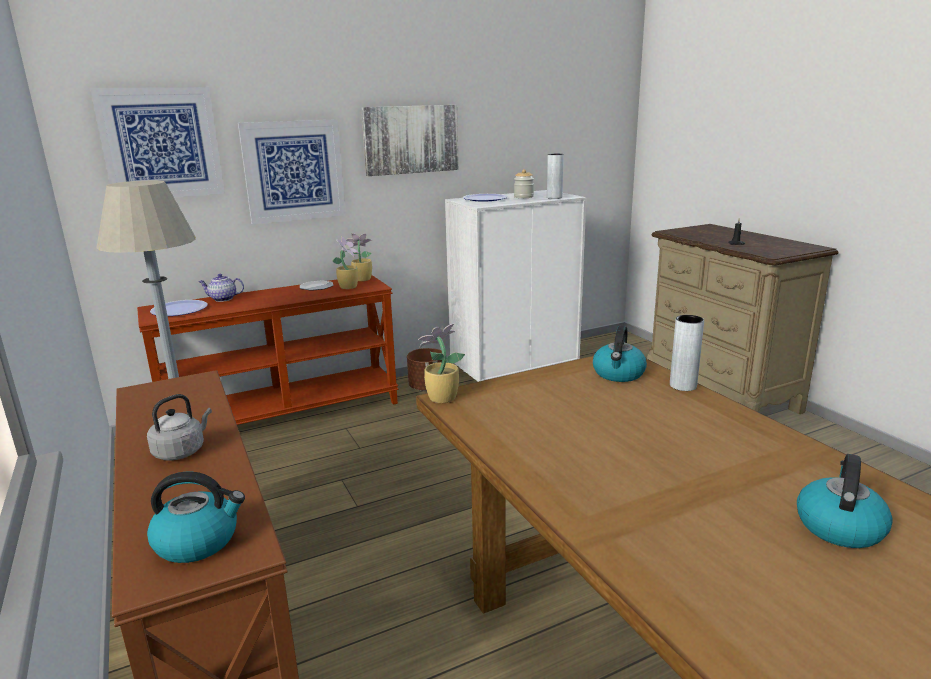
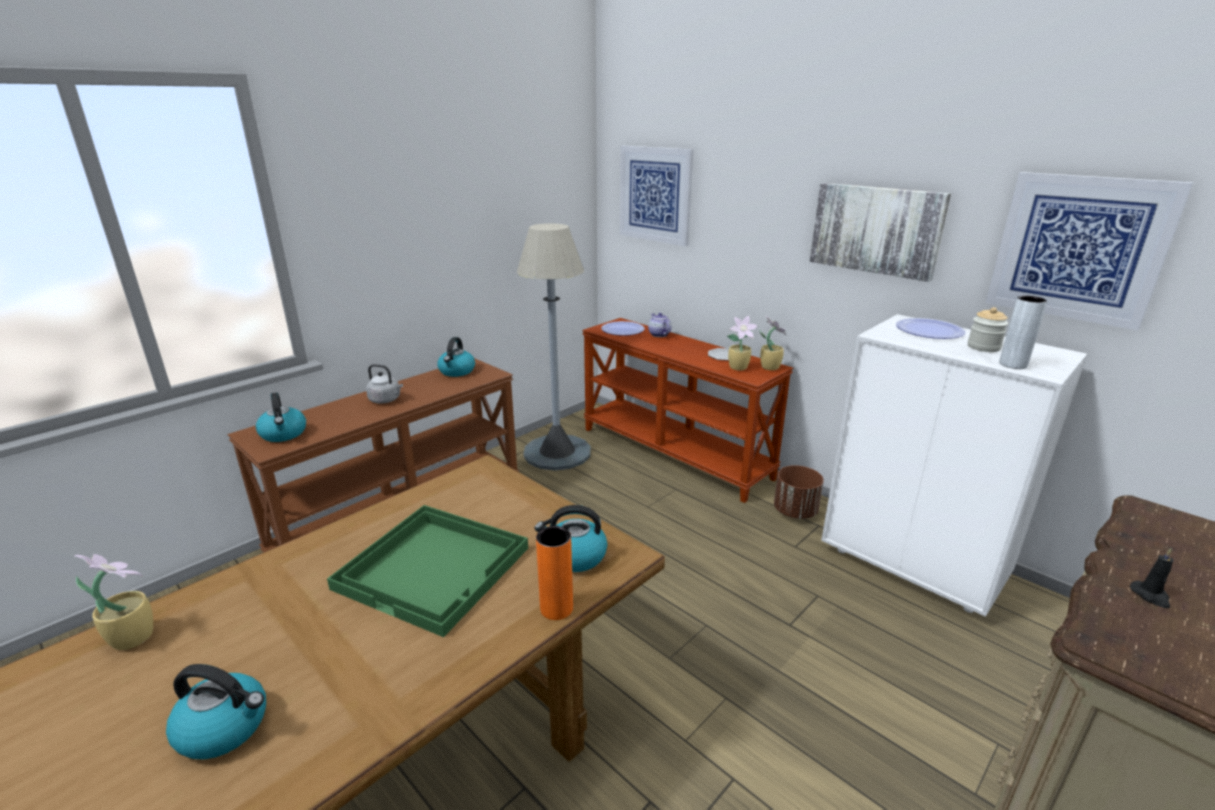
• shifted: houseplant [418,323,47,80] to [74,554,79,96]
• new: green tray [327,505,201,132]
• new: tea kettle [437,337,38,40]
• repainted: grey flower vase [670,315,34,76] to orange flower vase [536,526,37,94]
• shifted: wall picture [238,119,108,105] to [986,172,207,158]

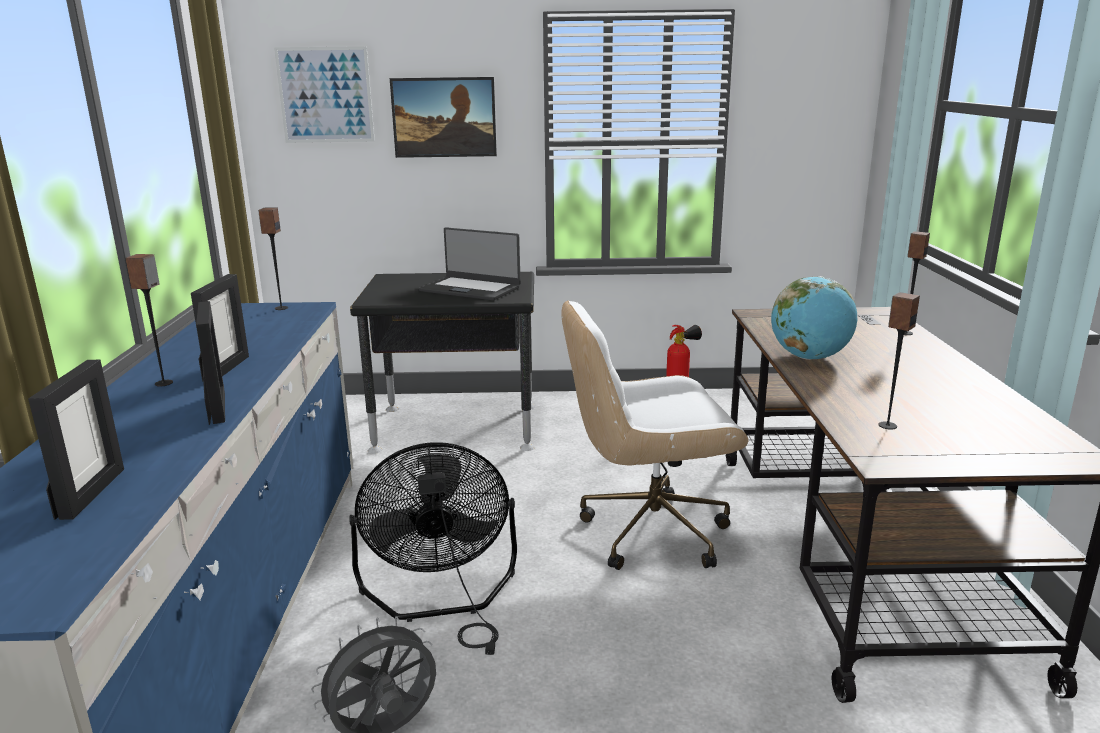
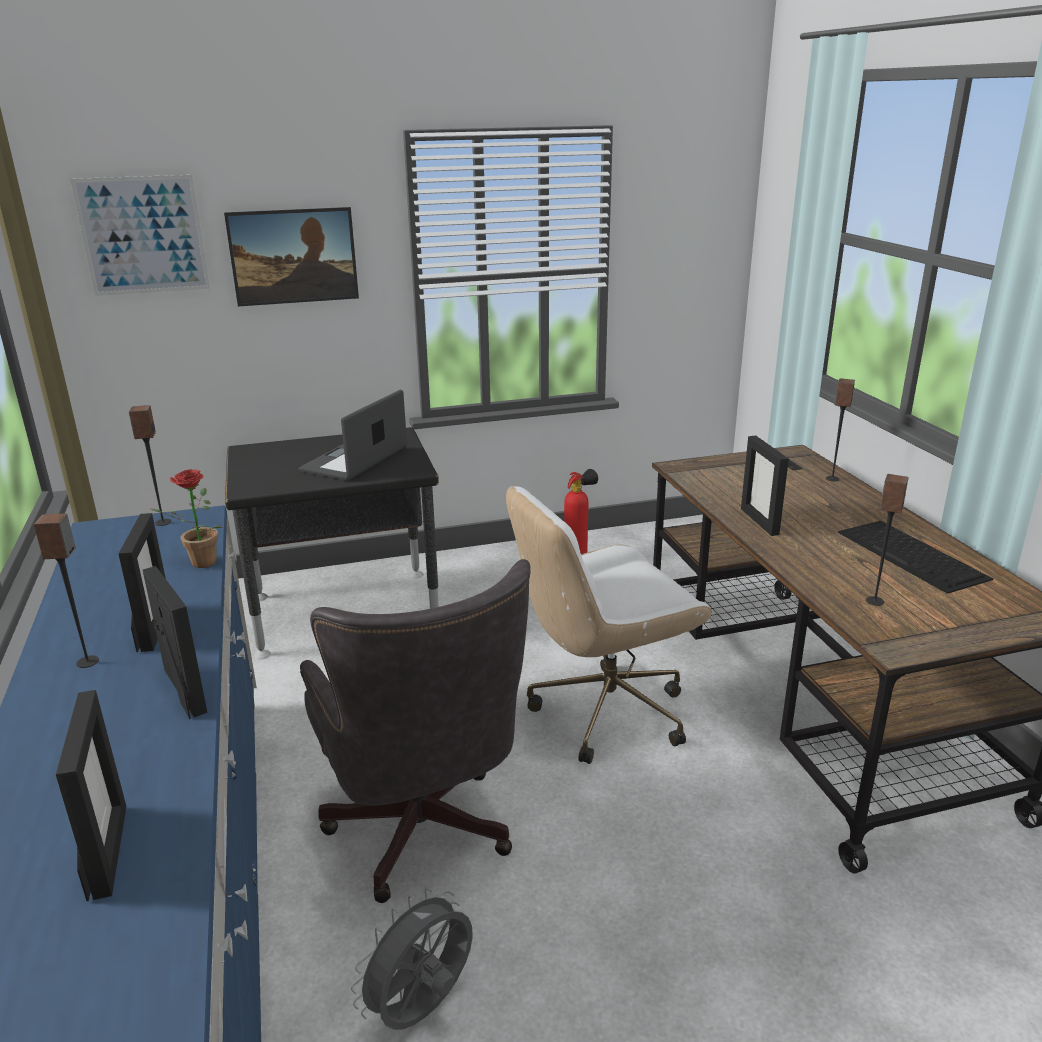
• new: houseplant [150,469,72,99]
• rotated: notebook computer [419,227,102,74] = [298,390,109,91] 105 degrees clockwise
• swapped: black electric fan [349,442,168,213] to grey office chair [300,559,231,344]
• swapped: world globe [771,276,86,84] to photo frame [741,436,48,100]
• new: keyboard [838,521,155,73]

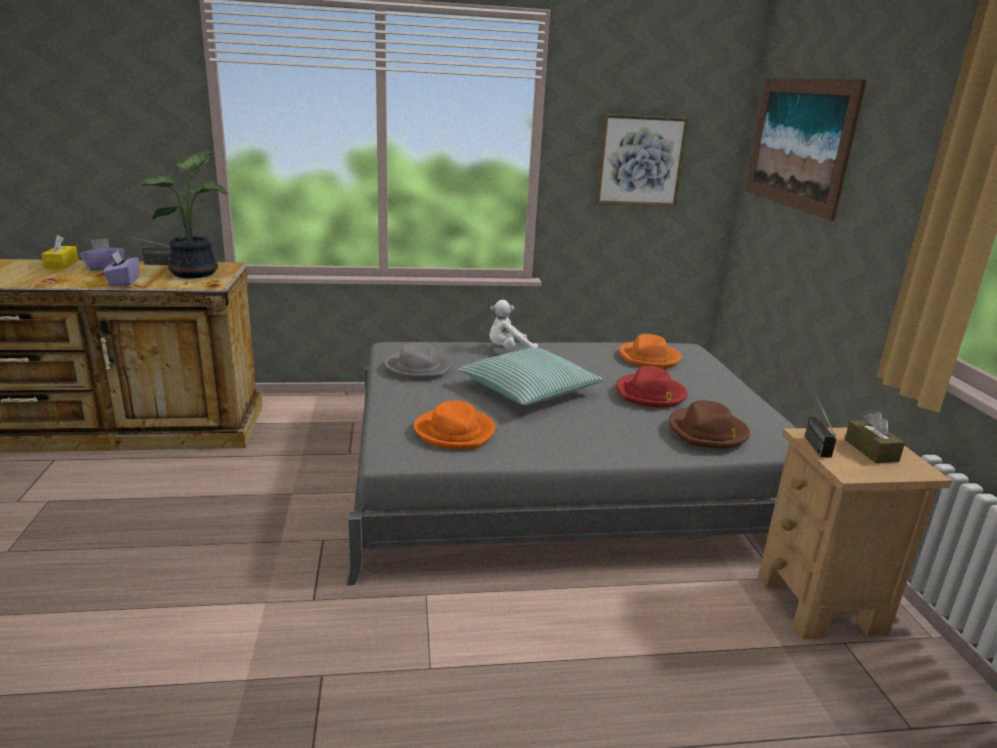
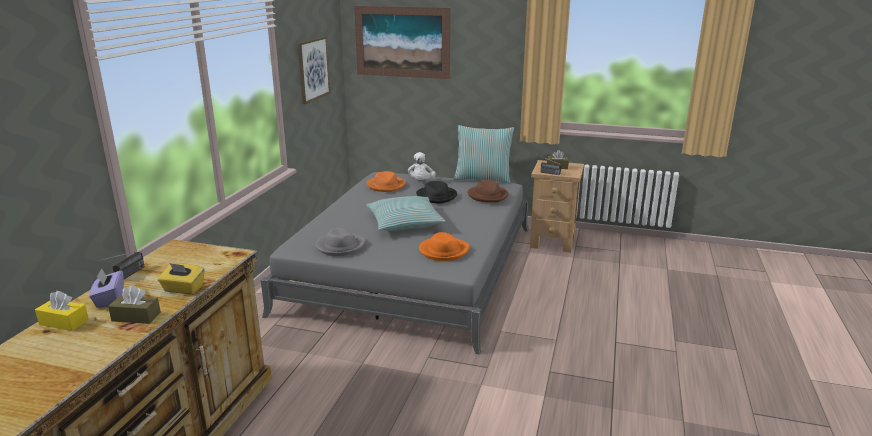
• new: brown-coloured tissue box [108,286,53,38]
• repainted: purple-coloured tissue box [103,251,36,35] to yellow tissue box [158,263,47,31]
• shifted: white-coloured soft toy [489,300,49,49] to [408,152,28,28]
• repainted: red-coloured clothing hat [616,366,72,42] to black clothing hat [416,181,41,23]
• new: cushion [454,125,60,59]
• gone: houseplant [137,150,90,128]

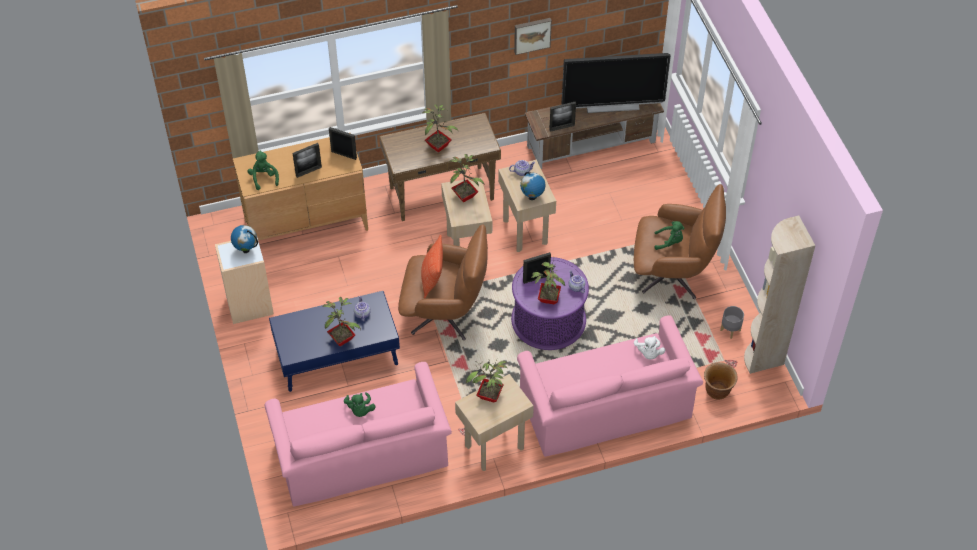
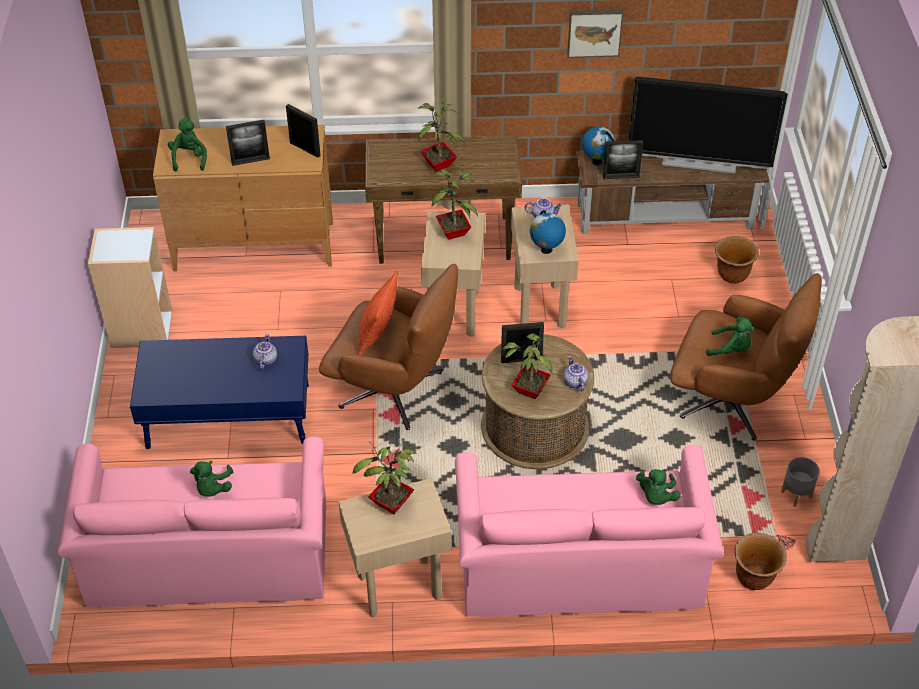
• repainted: purple-coloured low table [511,257,78,93] to brown-coloured low table [481,334,113,135]
• shifted: world globe [231,225,27,28] to [582,126,33,39]
• repainted: white-coloured soft toy [634,336,31,24] to green soft toy [636,469,45,36]
• new: brown-coloured flower pot [715,236,44,48]
• gone: houseplant [322,297,39,49]

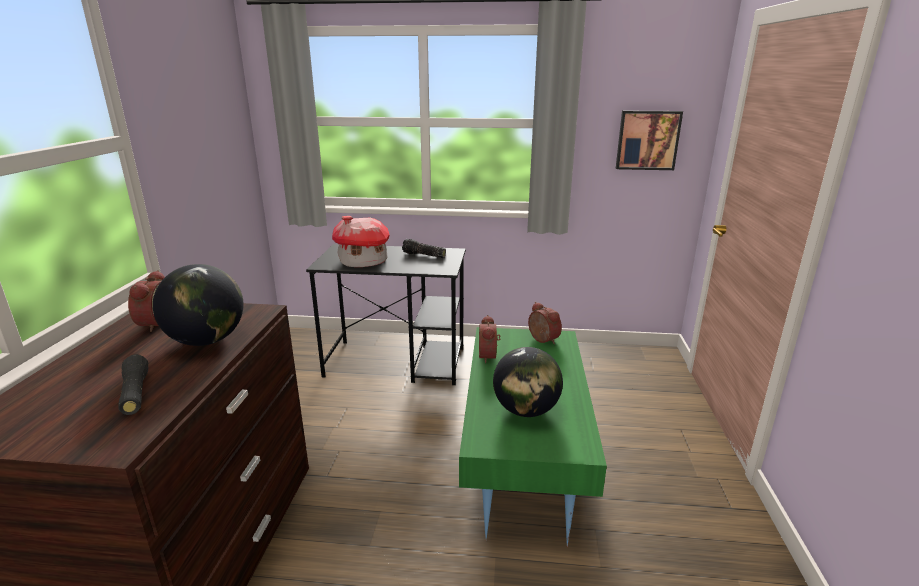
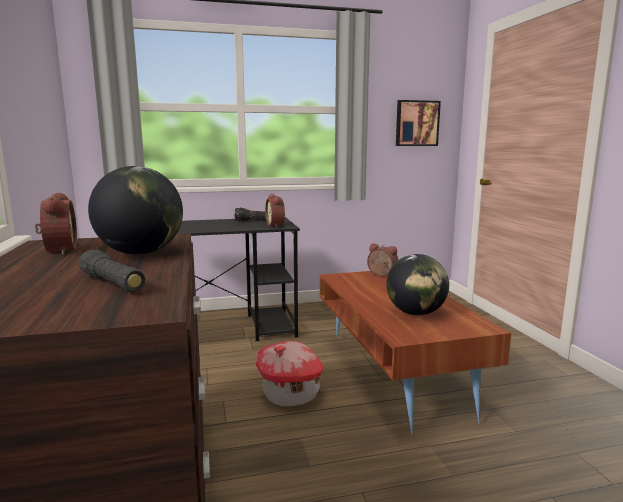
• shifted: miniature house [332,216,58,51] to [256,341,68,65]
• shifted: table clock [479,315,22,48] to [265,194,20,34]
• repainted: green low table [459,327,148,220] to brown-coloured low table [320,271,191,166]

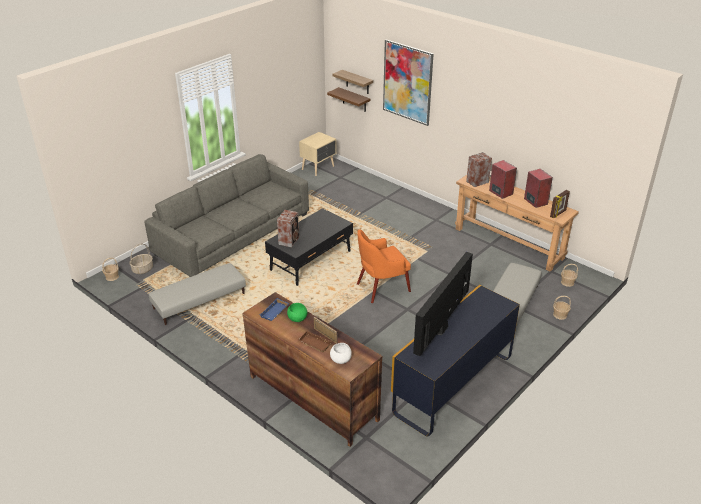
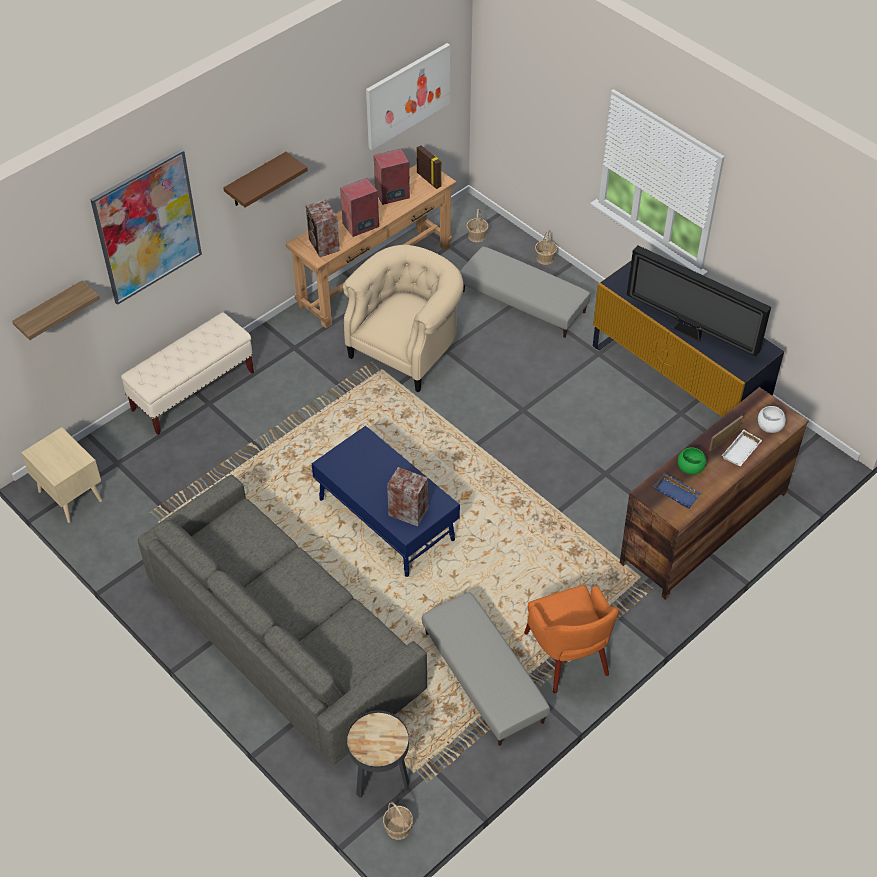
• new: sand-coloured long seat [121,312,133,123]
• shifted: brown-coloured bracket shelf [327,87,43,25] to [223,152,85,55]
• repainted: black low table [265,208,88,78] to blue low table [312,426,148,151]
• new: sand-coloured lounge chair [343,245,121,147]
• swapped: storage basket [129,244,24,30] to black side table [347,711,63,87]
• new: wall picture [366,43,84,107]
• shifted: orange lounge chair [357,229,54,74] to [524,585,95,108]
• repainted: brown-coloured tray [298,331,34,21] to white-coloured tray [722,429,40,37]

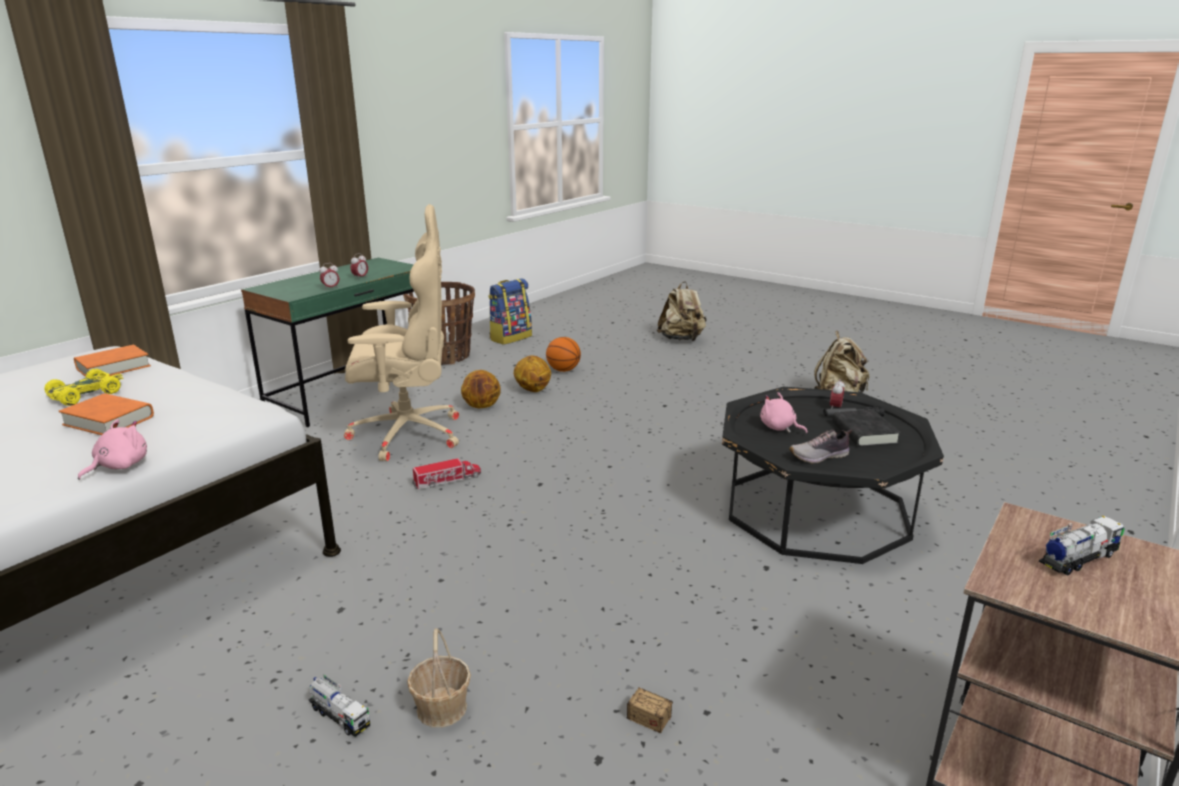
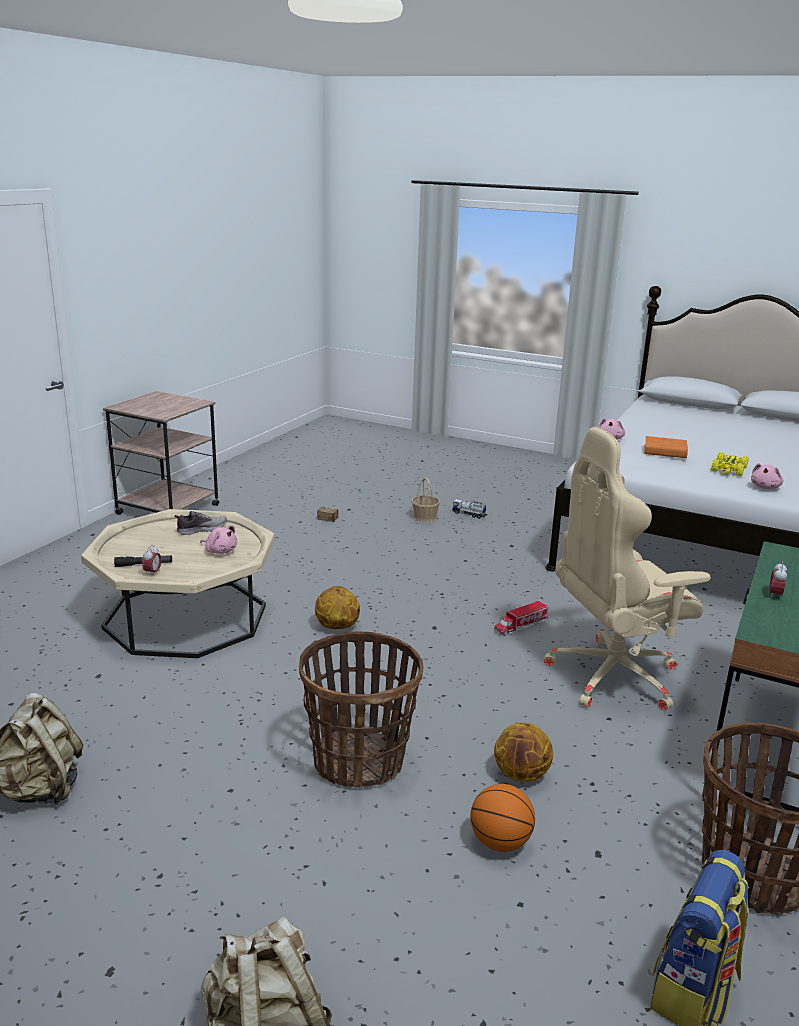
• repainted: black low table [722,387,222,177] to sand-coloured low table [81,509,194,149]
• new: storage basket [299,631,125,157]
• shifted: ball for basketball [461,370,40,38] to [315,586,45,43]
• swapped: orange book [74,345,77,32] to pinkish soft toy [751,463,32,26]
• gone: table clock [319,263,20,27]
• gone: black book [832,410,69,37]
• gone: model truck [1039,516,86,60]

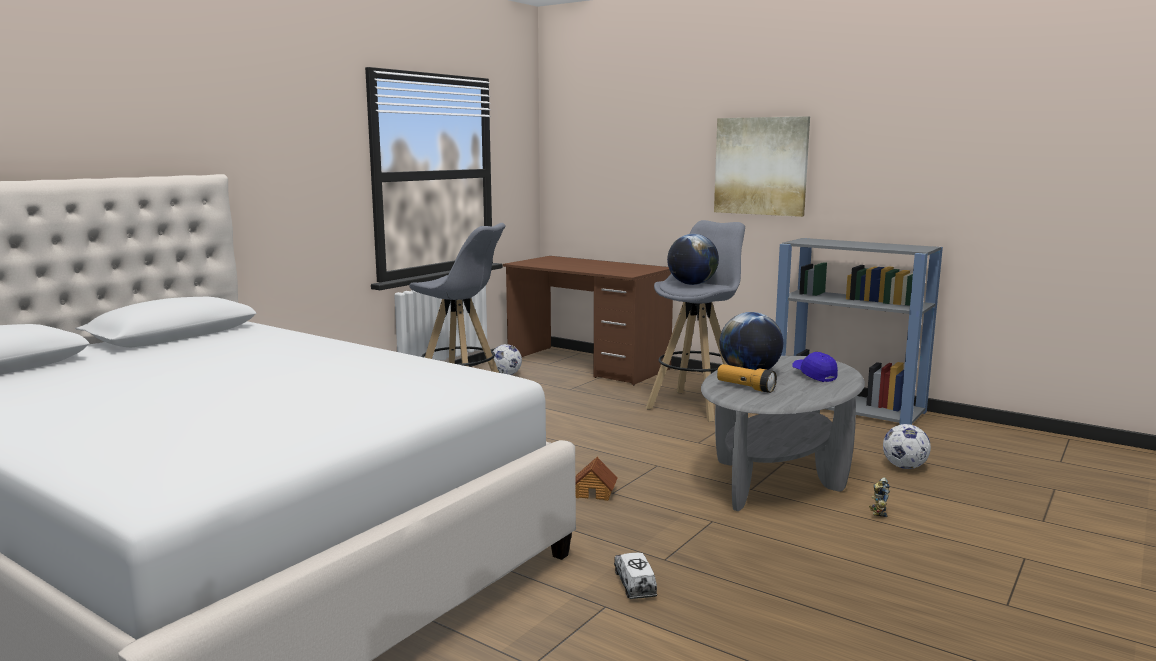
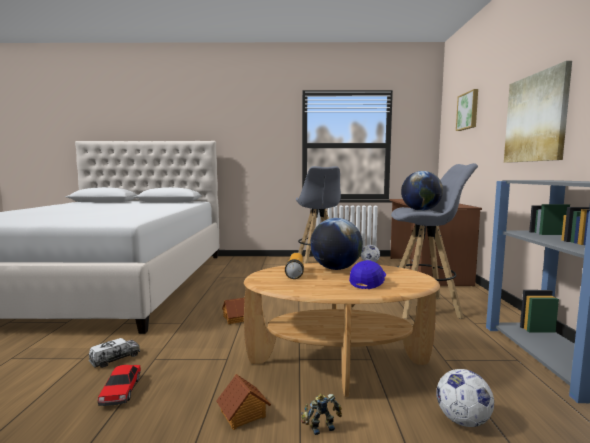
• new: miniature car [98,365,43,41]
• new: miniature house [216,374,55,56]
• repainted: grey low table [701,356,164,155] to brown-coloured low table [244,263,196,134]
• new: wall picture [456,89,22,42]

